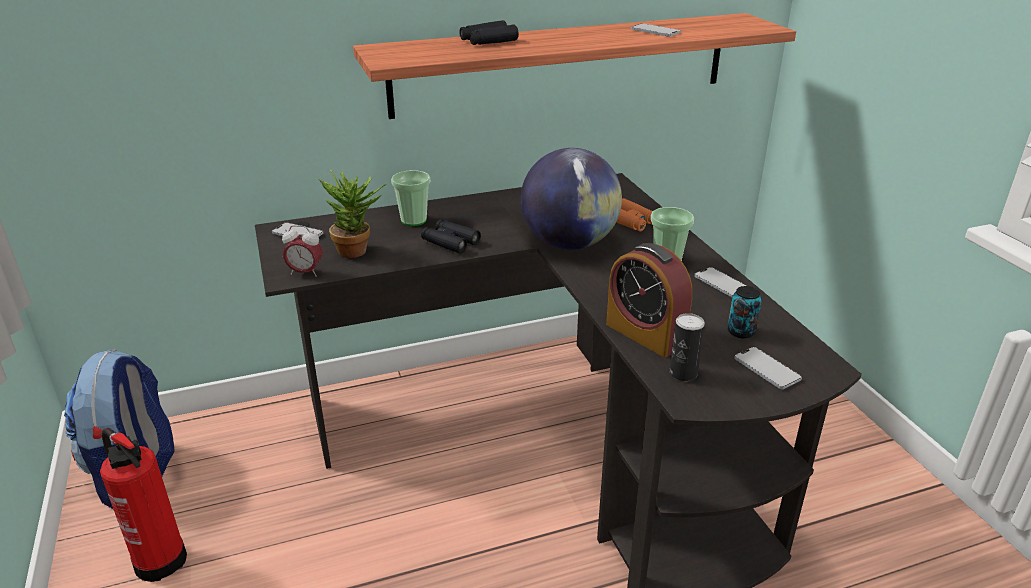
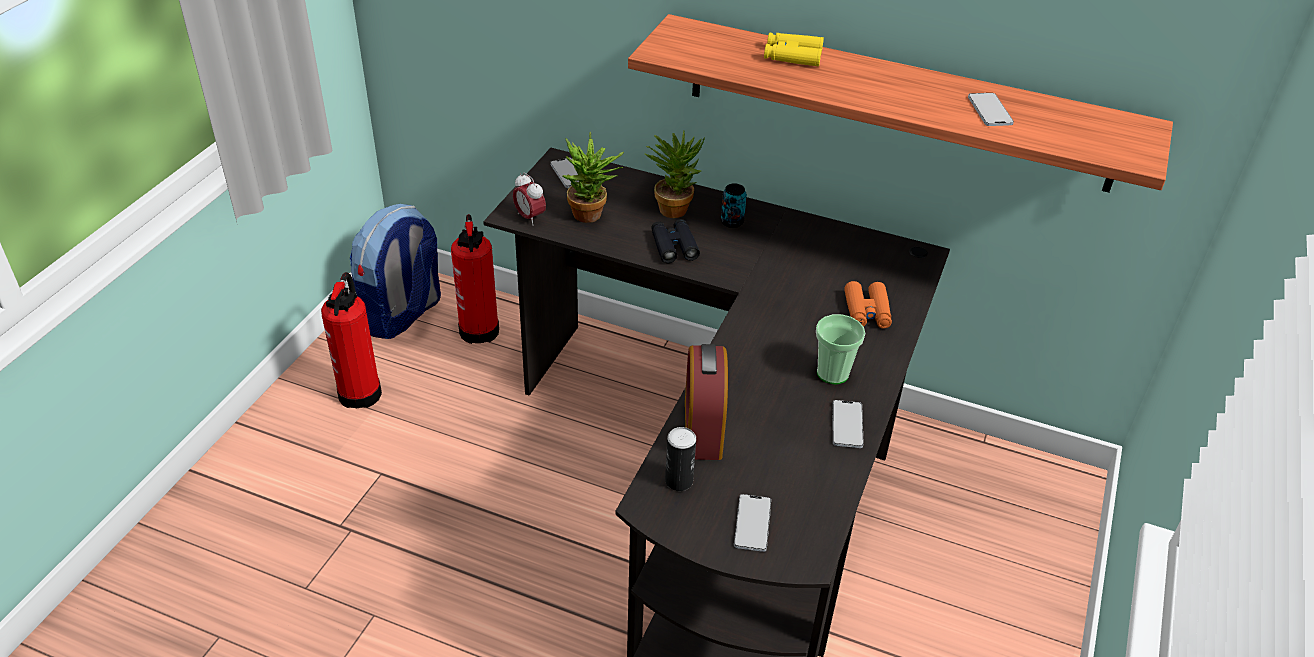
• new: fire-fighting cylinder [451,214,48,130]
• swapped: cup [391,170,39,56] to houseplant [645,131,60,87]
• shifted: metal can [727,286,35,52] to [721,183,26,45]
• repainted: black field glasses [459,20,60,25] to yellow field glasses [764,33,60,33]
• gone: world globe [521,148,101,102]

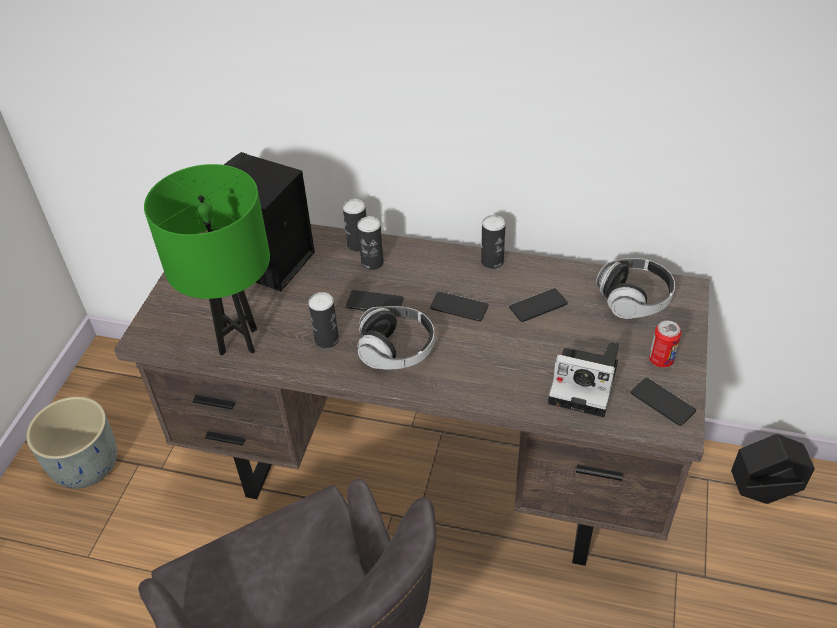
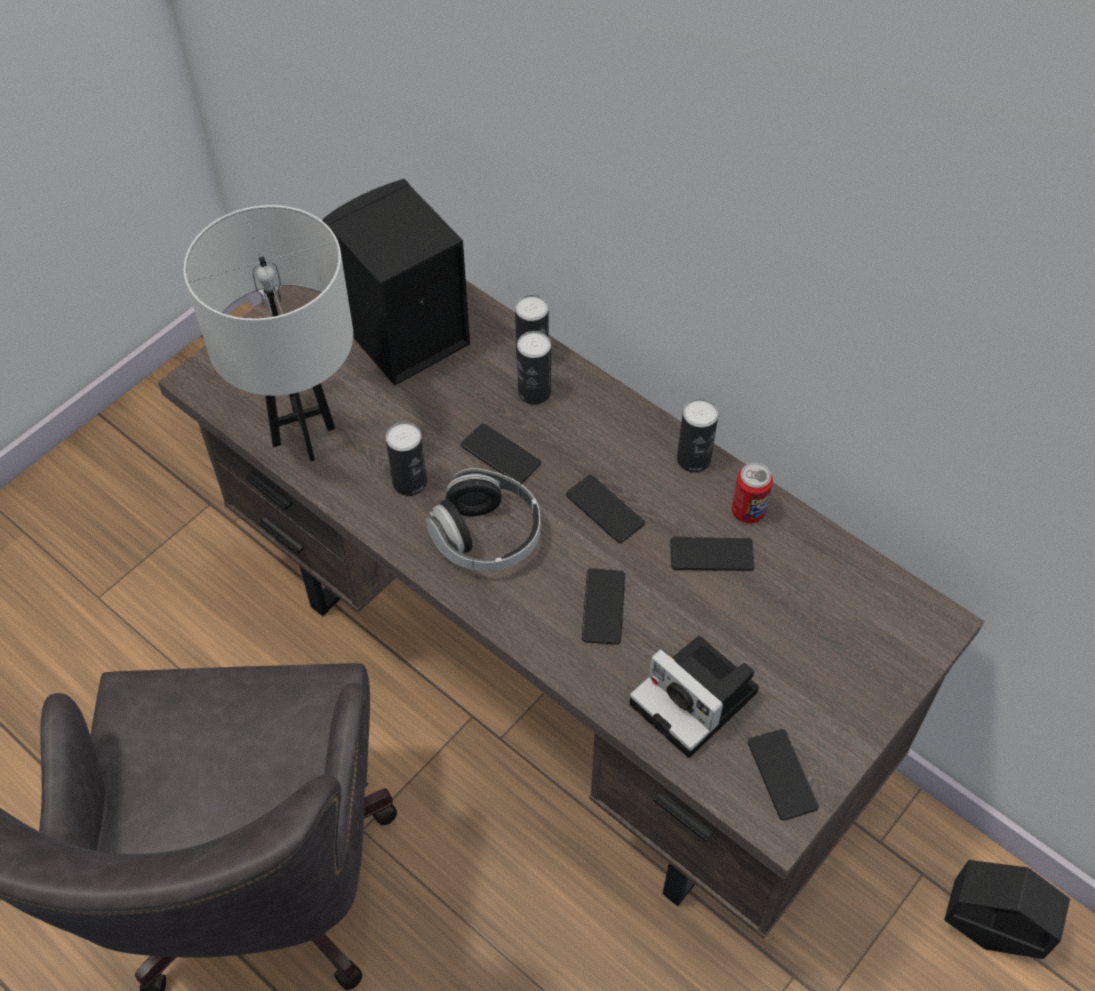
• repainted: green lamp for a table [144,164,126,192] to white-coloured lamp for a table [184,205,169,256]
• new: handset [582,568,43,77]
• shifted: metal can [649,321,32,47] to [732,463,41,61]
• gone: grey flower pot [26,397,91,92]
• gone: pair of headphones [596,258,79,61]

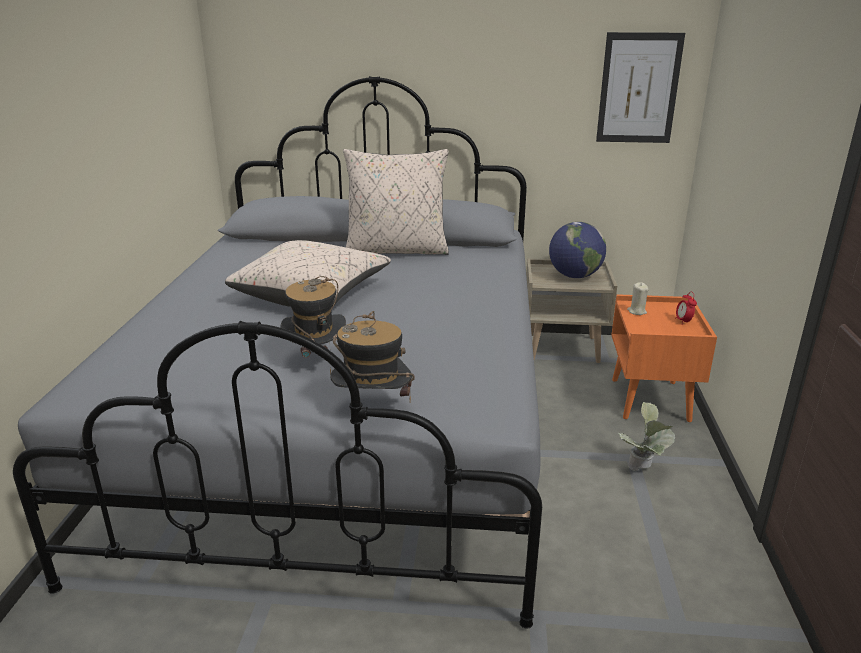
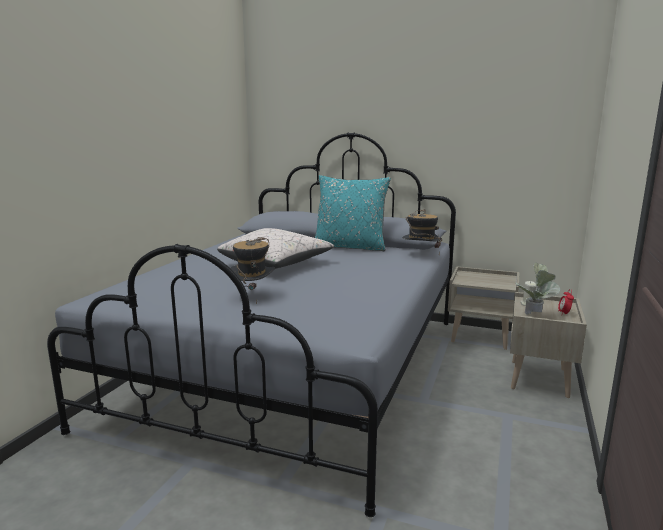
• repainted: sand-coloured cushion [343,149,106,106] to turquoise-coloured cushion [315,175,76,76]
• shifted: clothing hat [330,311,85,91] to [403,209,39,41]
• repainted: orange bedside table [611,294,106,128] to sand-coloured bedside table [510,292,77,106]
• shifted: houseplant [618,402,57,69] to [516,263,44,52]
• gone: world globe [549,222,57,56]
• gone: wall picture [596,32,89,111]

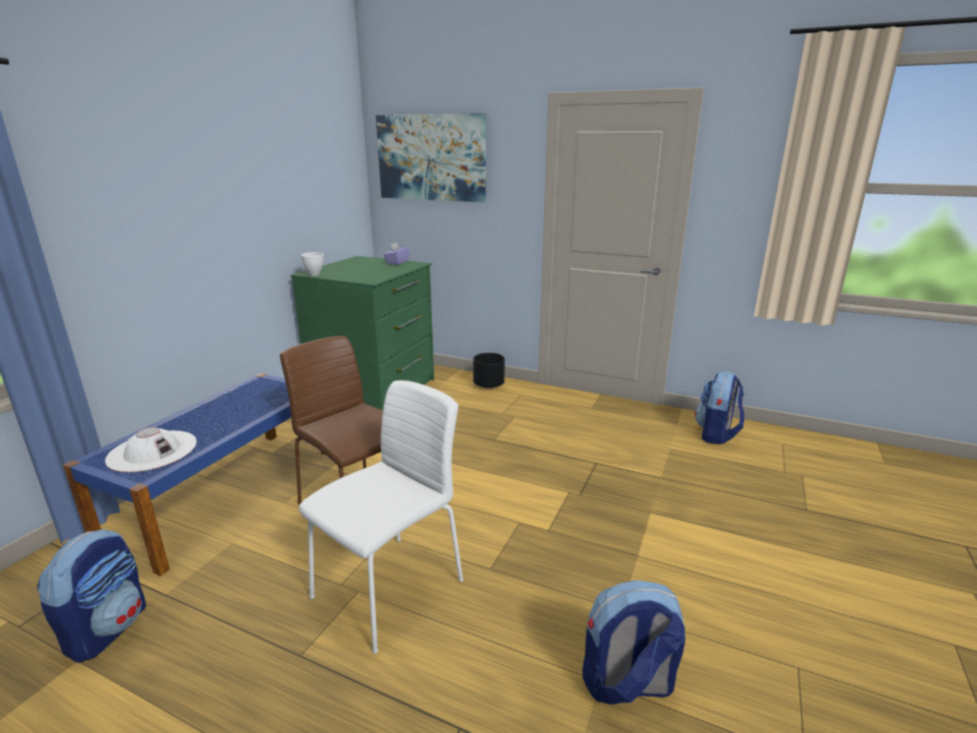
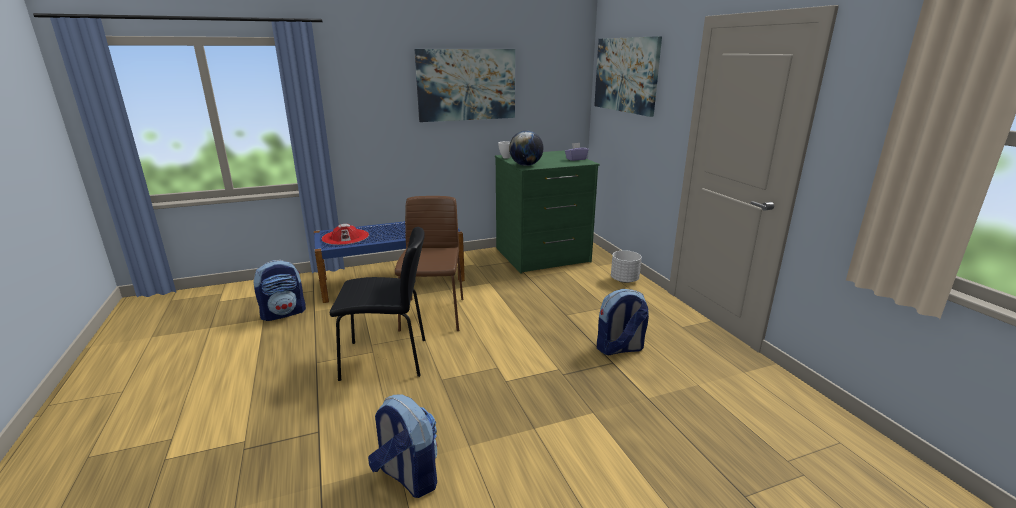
• repainted: white-coloured clothing hat [105,427,92,45] to red-coloured clothing hat [322,224,47,21]
• repainted: white-coloured plain chair [299,380,164,274] to black plain chair [330,227,95,154]
• new: wall picture [415,49,100,73]
• new: world globe [509,131,35,35]
• shifted: knapsack [695,371,49,73] to [597,289,52,67]
• repainted: black flower pot [473,353,32,36] to white-coloured flower pot [611,250,31,33]

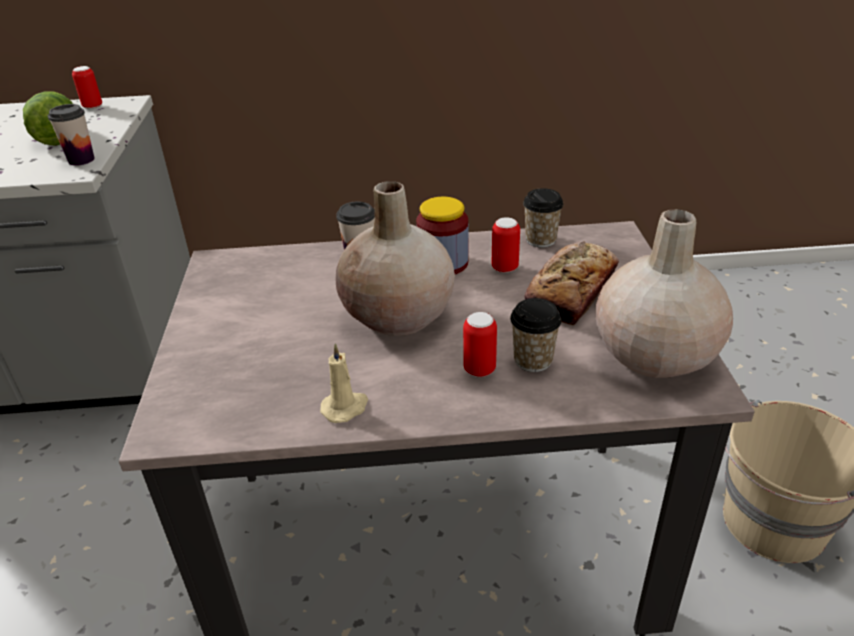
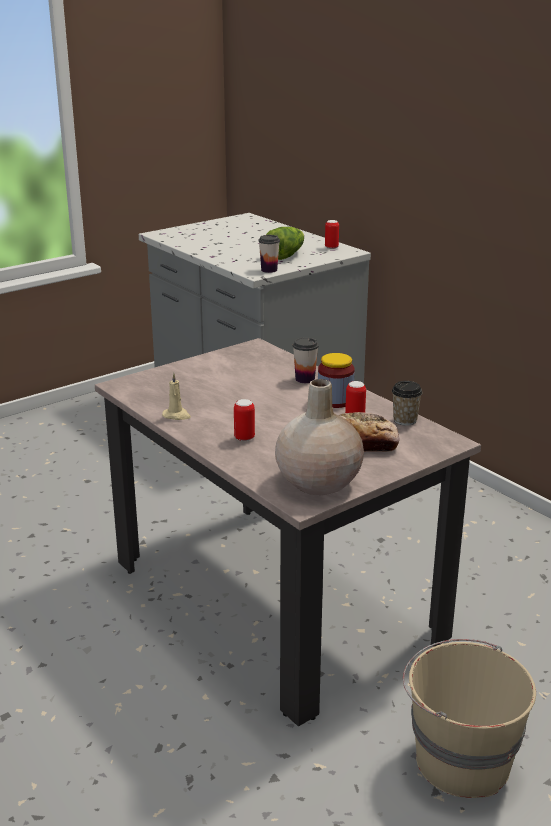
• gone: sand-coloured flower vase [336,181,119,155]
• gone: cup [510,298,52,74]

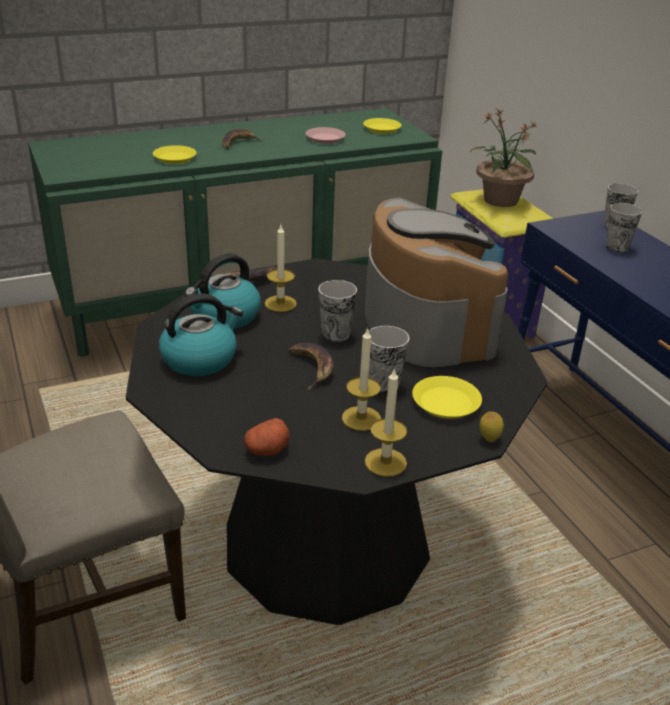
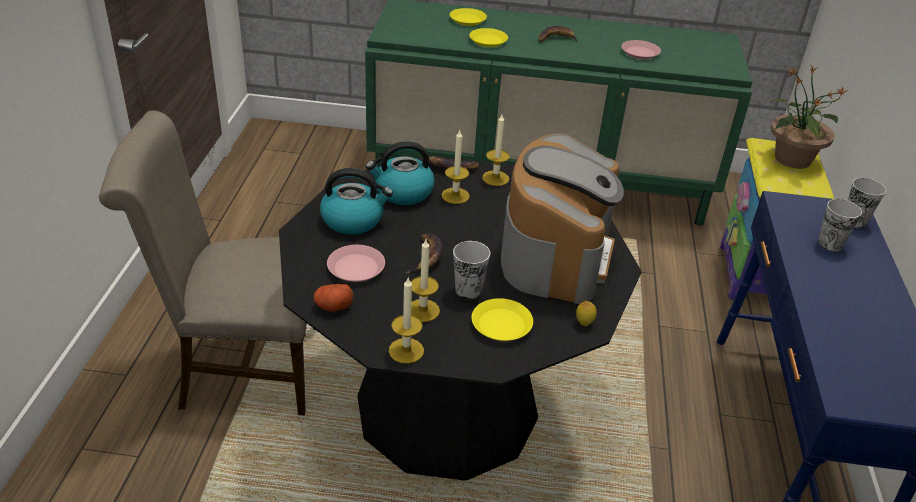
• new: pinkish flat dish [327,245,58,37]
• shifted: yellow flat dish [363,118,39,16] to [450,8,37,18]
• new: wax candle [482,114,28,72]
• shifted: lemon [480,411,24,31] to [576,301,20,25]
• gone: cup [318,280,39,62]

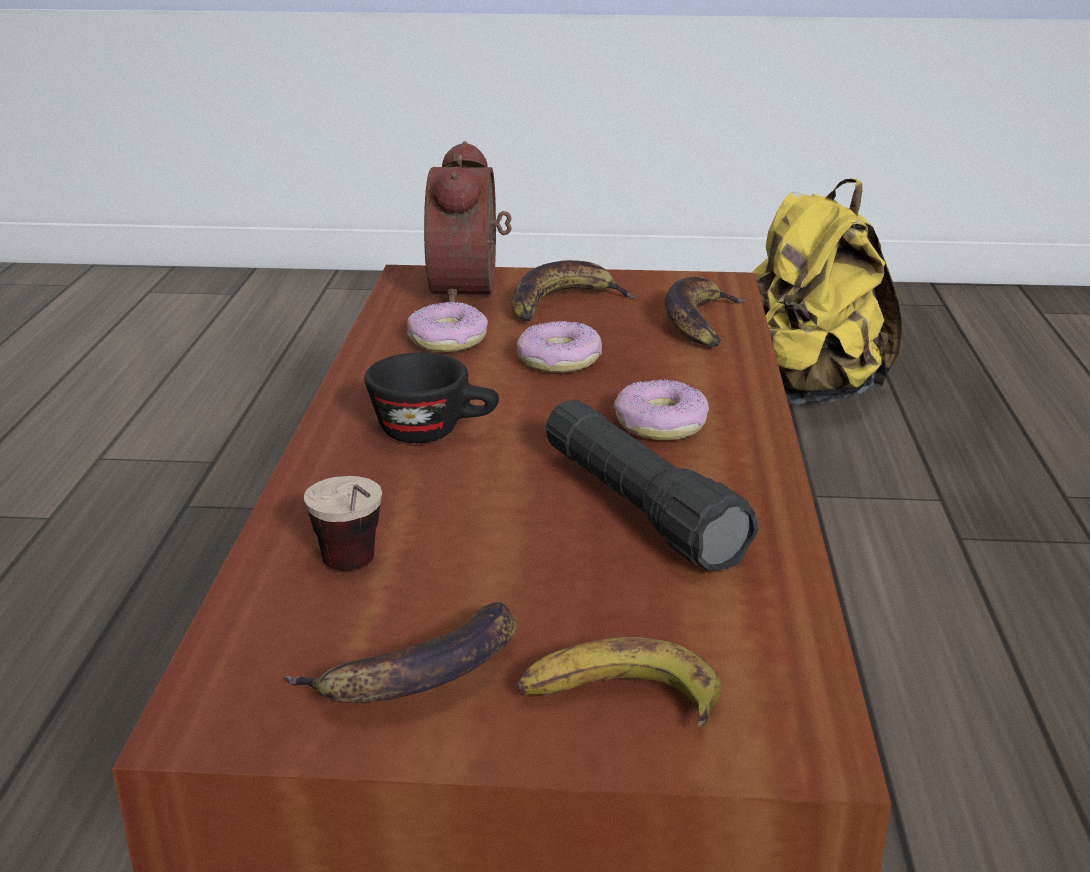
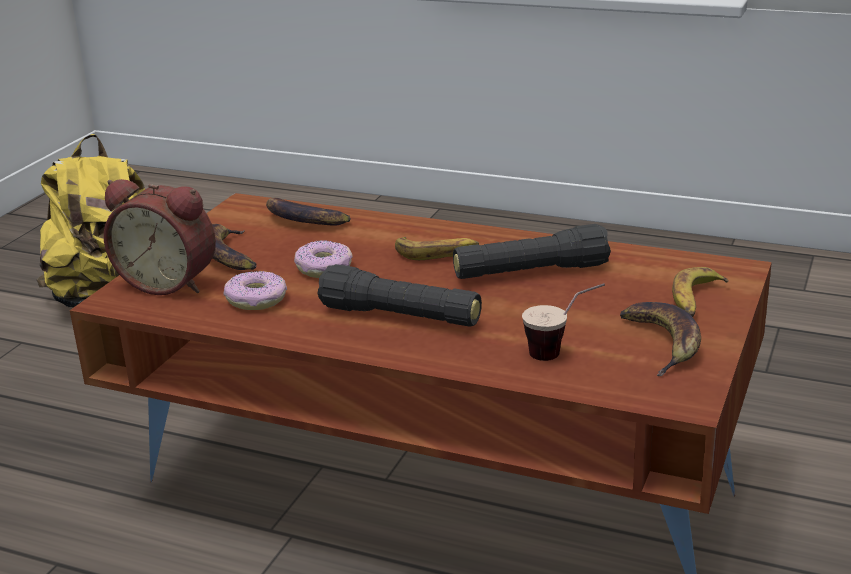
• swapped: black cup [364,352,135,91] to black flashlight [317,264,165,63]
• swapped: ring doughnut [614,379,95,61] to whole banana [395,237,84,23]

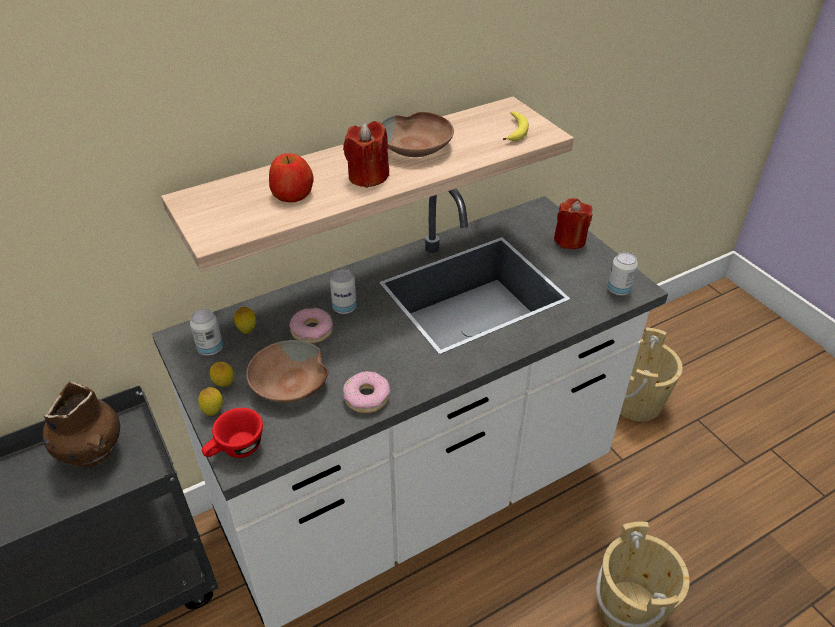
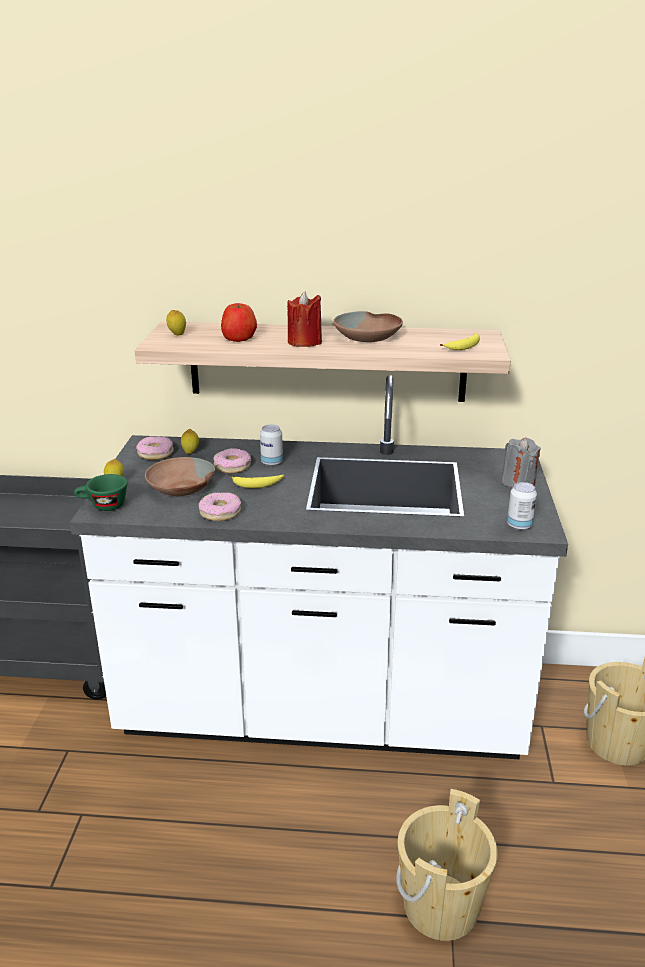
• repainted: red-coloured cup [202,408,61,50] to green cup [74,474,53,37]
• swapped: metal can [190,309,33,47] to ring doughnut [136,436,38,24]
• shifted: lemon [210,362,24,25] to [166,310,20,25]
• new: whole banana [231,474,53,14]
• repainted: red-coloured wax candle [554,198,39,51] to grey wax candle [501,438,40,50]
• gone: brown-coloured flower vase [43,381,77,86]

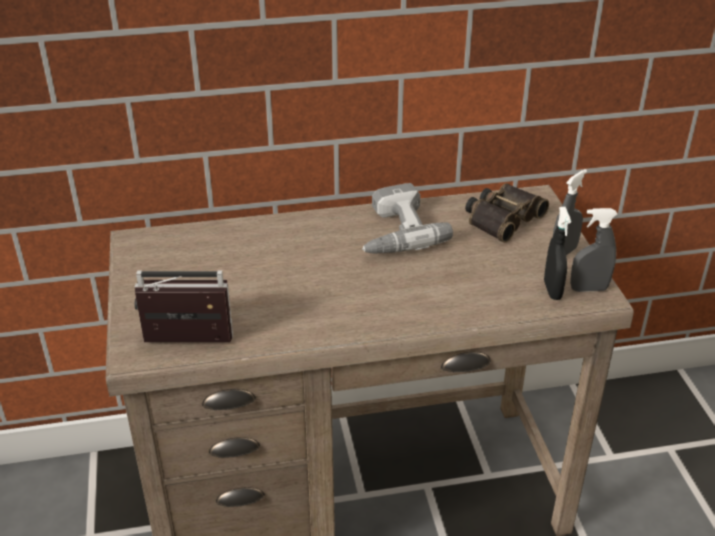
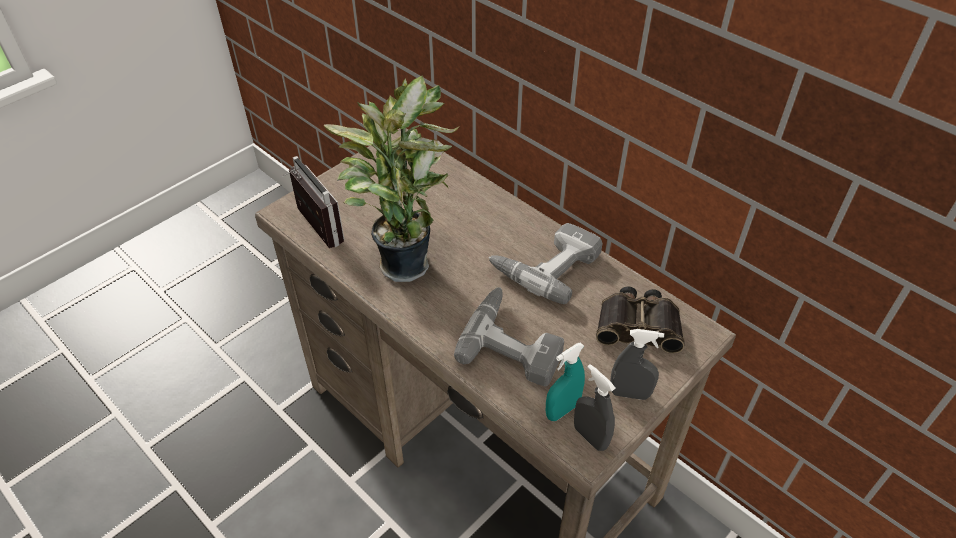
• new: houseplant [324,75,135,207]
• new: electric drill [454,287,110,99]
• repainted: black hand sprayer [544,207,27,93] to turquoise-coloured hand sprayer [546,342,39,79]

